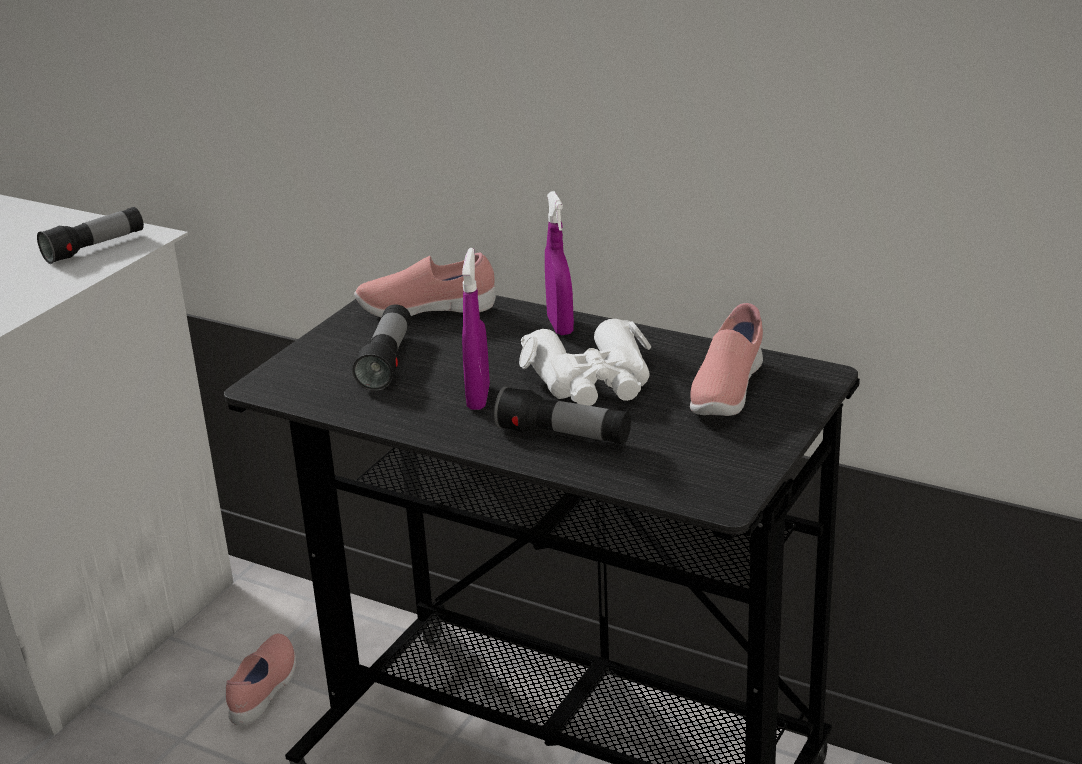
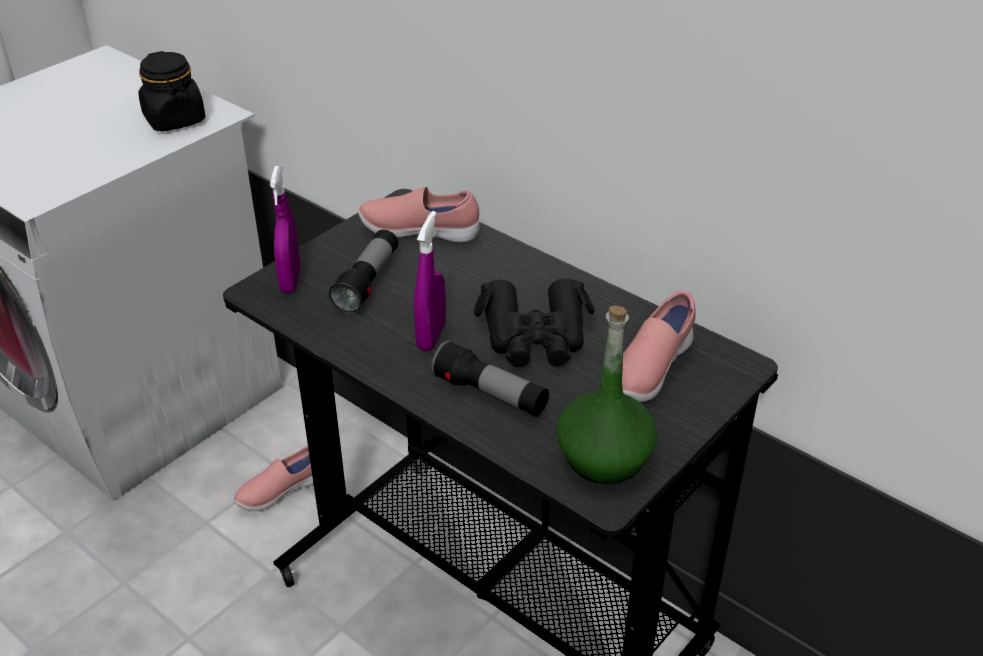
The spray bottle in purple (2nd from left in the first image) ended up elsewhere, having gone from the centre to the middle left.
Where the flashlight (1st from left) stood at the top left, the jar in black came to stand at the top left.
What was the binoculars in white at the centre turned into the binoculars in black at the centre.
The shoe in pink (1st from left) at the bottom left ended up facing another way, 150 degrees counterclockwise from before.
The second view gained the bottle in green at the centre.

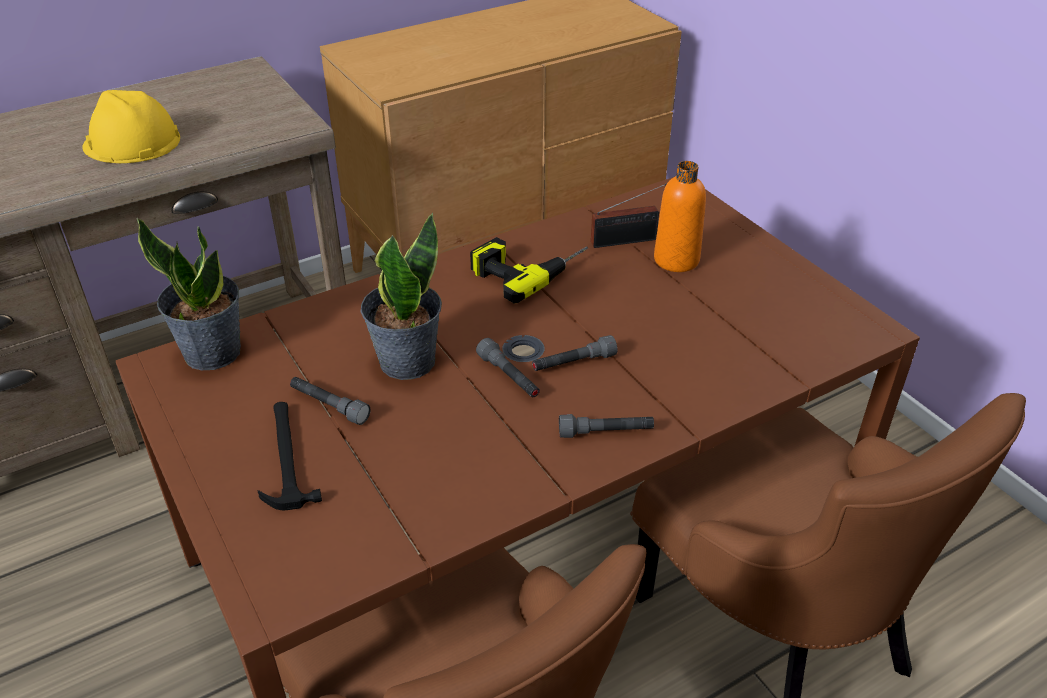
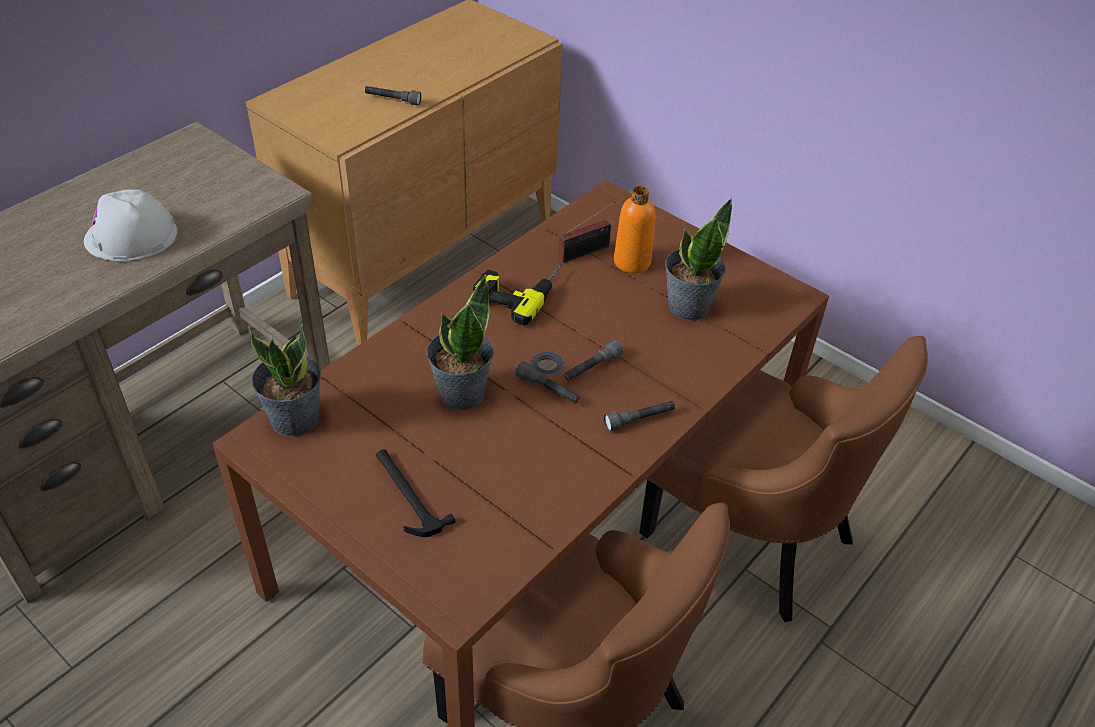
What was the hard hat in yellow at the top left turned into the hard hat in white at the top left.
The flashlight in grey (1st from left) ended up elsewhere, having gone from the middle left to the top centre.
The second view gained the potted plant (3rd from left) at the centre.

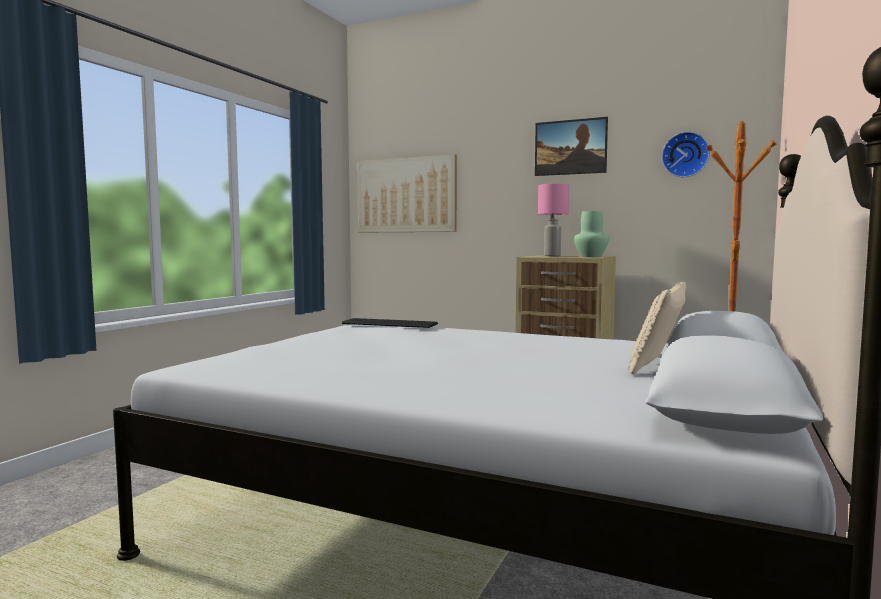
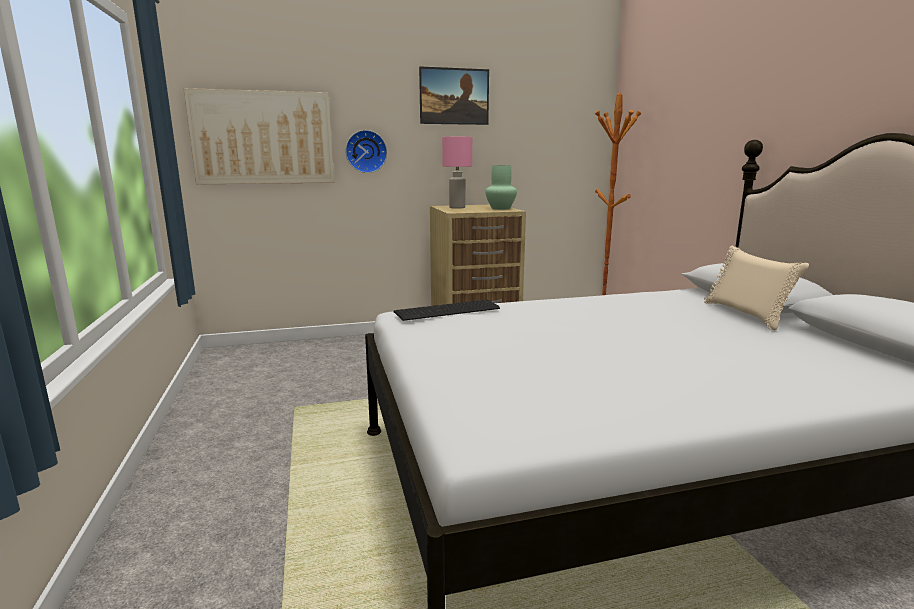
The wall clock ended up elsewhere, having gone from the top right to the top centre.

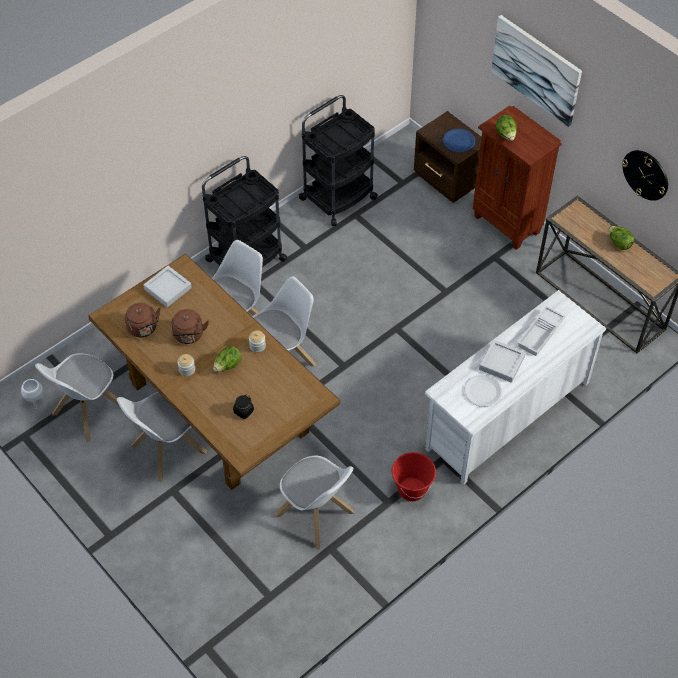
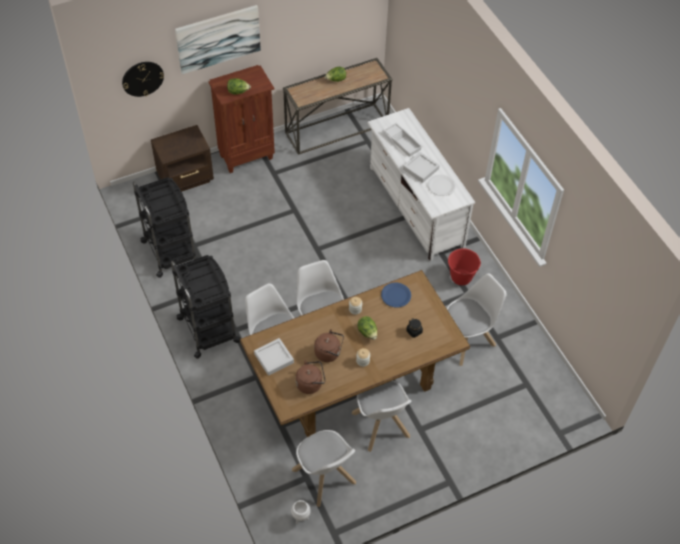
The plate in blue ended up elsewhere, having gone from the top right to the centre.
The wall clock ended up elsewhere, having gone from the top right to the top left.

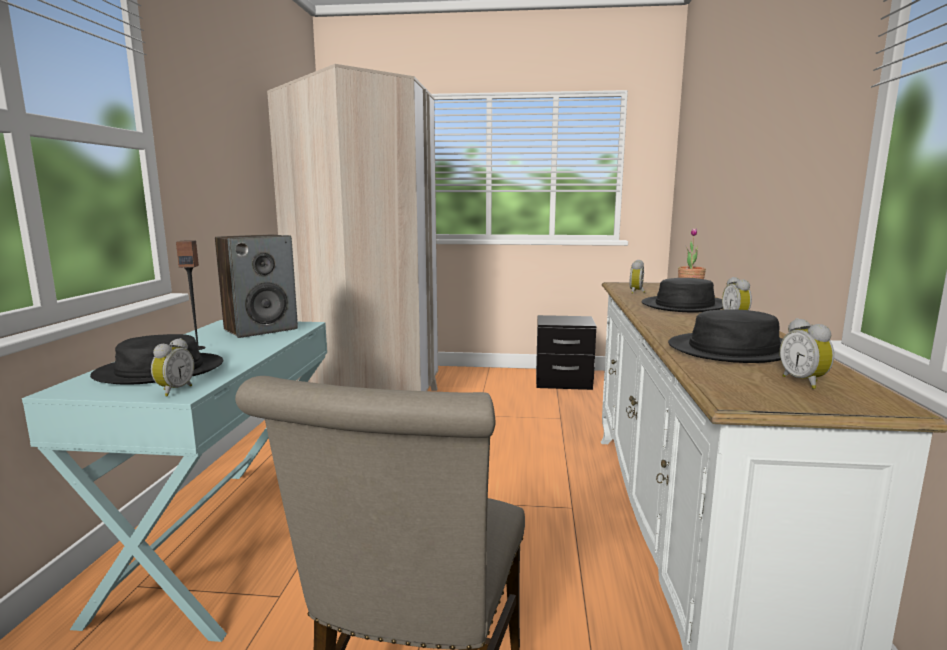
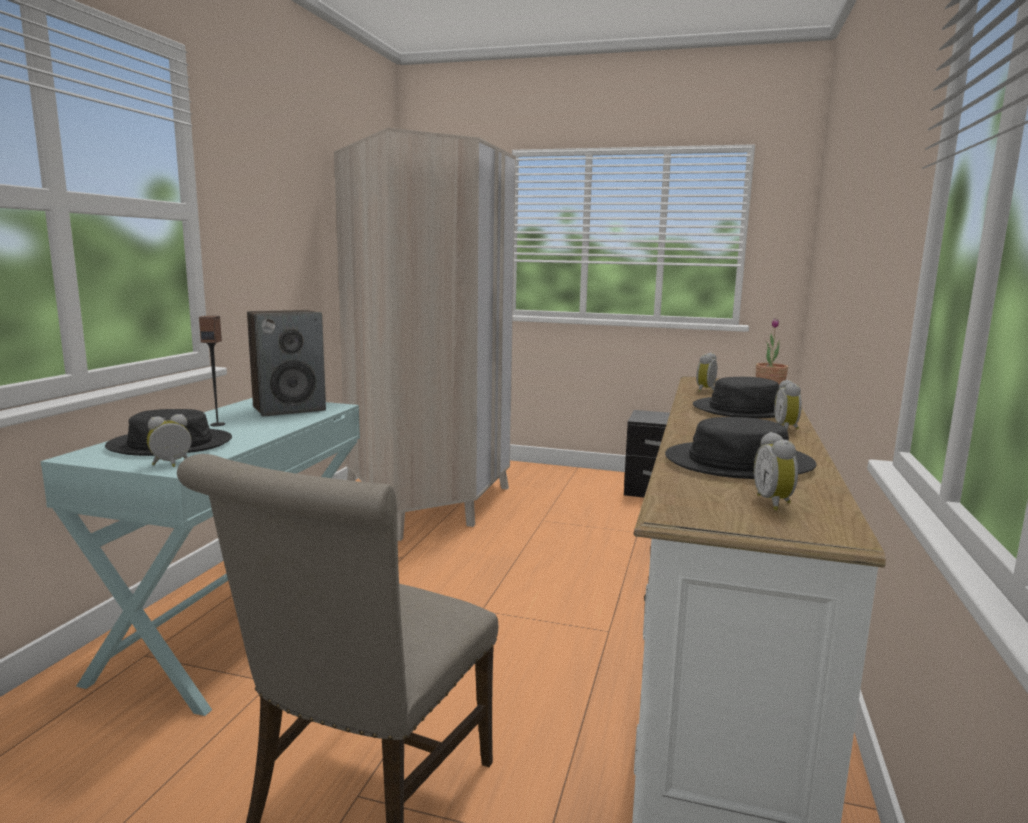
The alarm clock (1st from left) at the middle left ended up facing another way, 150 degrees counterclockwise from before.

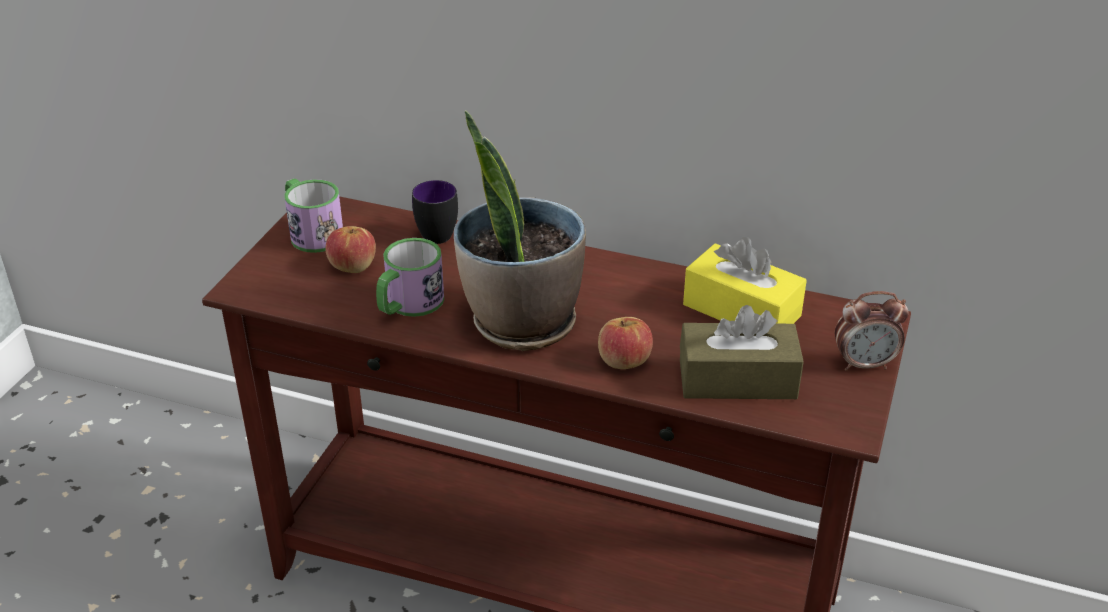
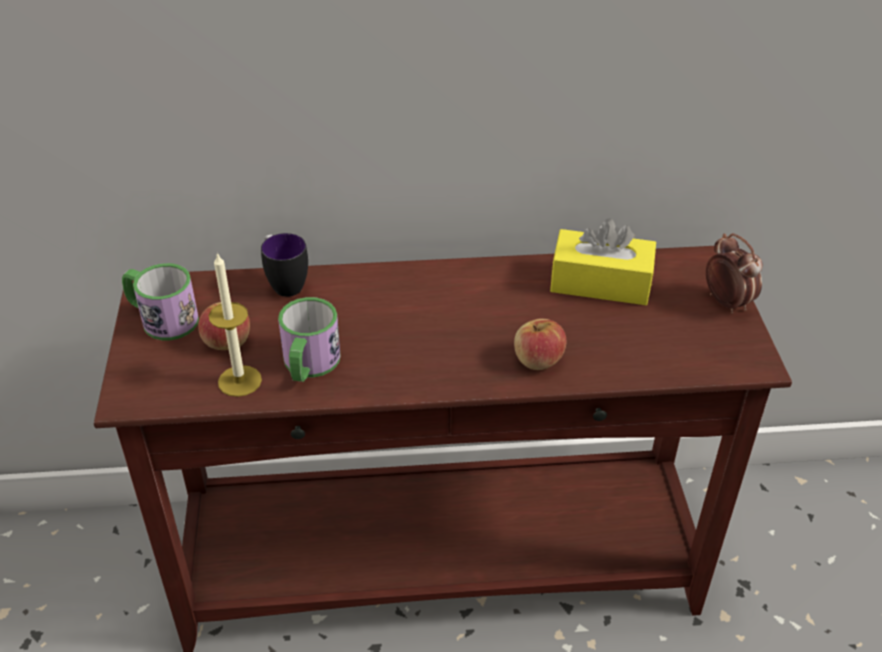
The second view lost the potted plant at the centre.
The alarm clock at the middle right ended up facing another way, 90 degrees counterclockwise from before.
The second view lost the tissue box in brown at the middle right.
The second view gained the candle at the middle left.

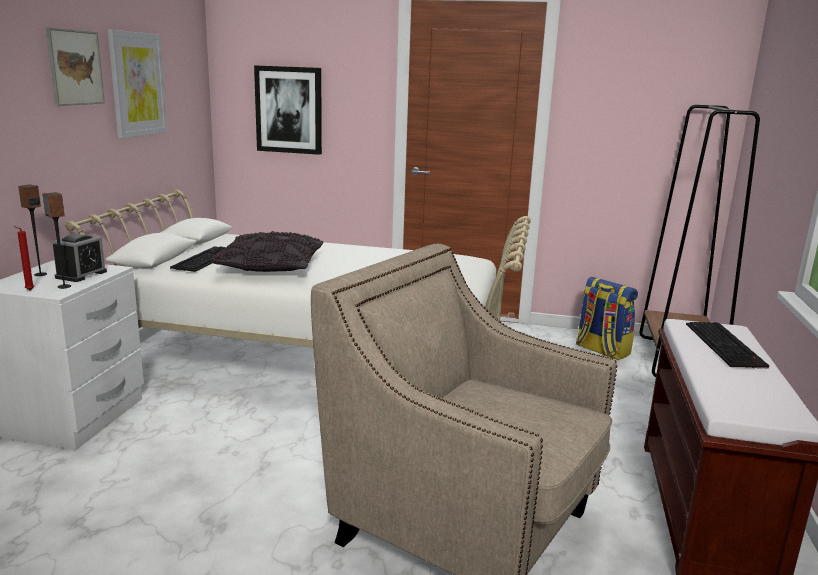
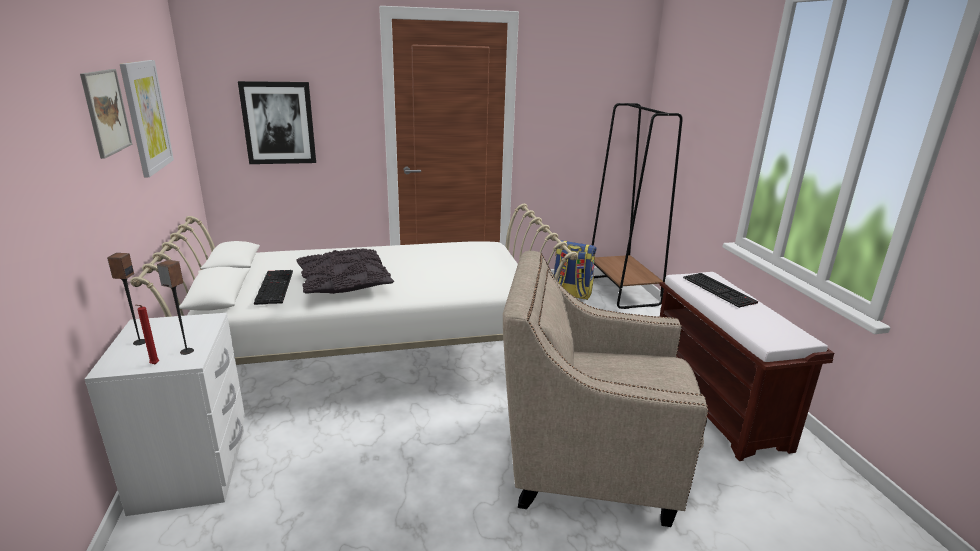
The second view lost the alarm clock at the middle left.

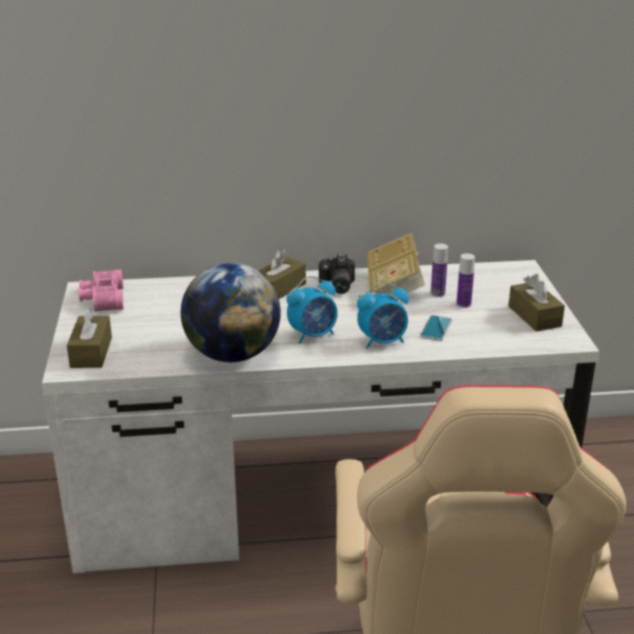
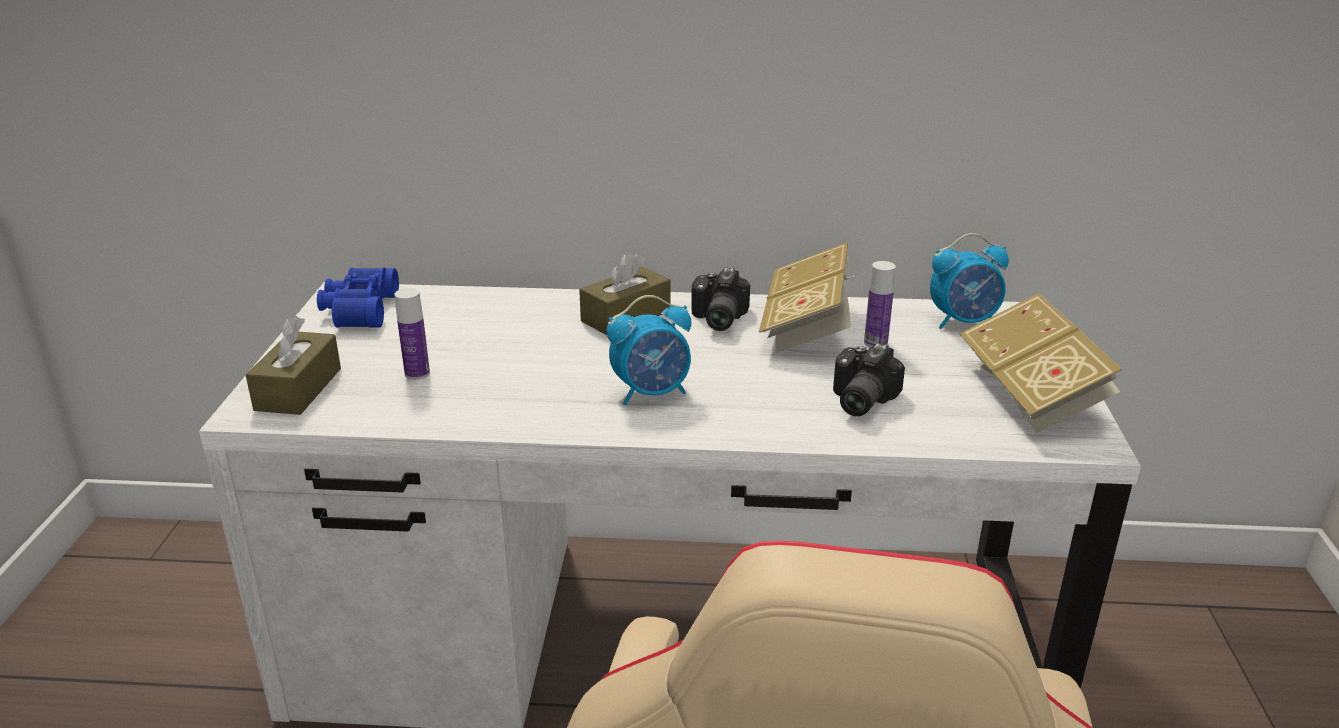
The bottle (2nd from left in the first image) ended up elsewhere, having gone from the middle right to the middle left.
The second view lost the globe at the centre.
What was the binoculars in pink at the middle left turned into the binoculars in blue at the middle left.
Where the tissue box in brown (3rd from left) stood at the middle right, the book (2nd from left) came to stand at the middle right.
The alarm clock (2nd from left) ended up elsewhere, having gone from the centre to the middle right.
Where the phone stood at the middle right, the photo camera (2nd from left) came to stand at the centre.

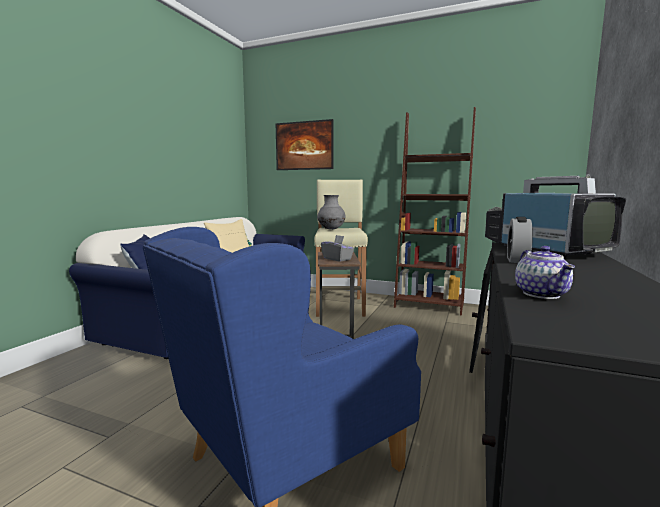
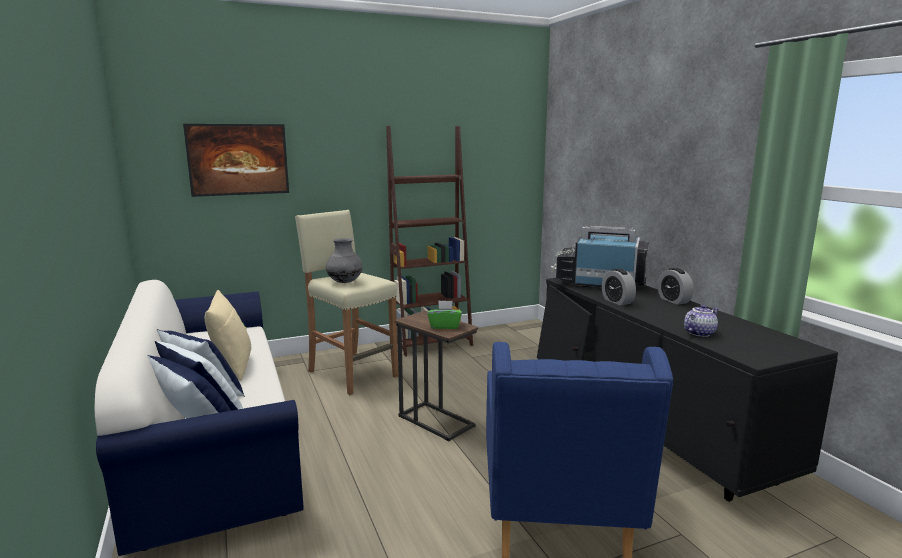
What was the tissue box in grey at the centre turned into the tissue box in green at the centre.
The teapot at the middle right ended up facing another way, 75 degrees counterclockwise from before.
The second view gained the alarm clock (2nd from left) at the middle right.

